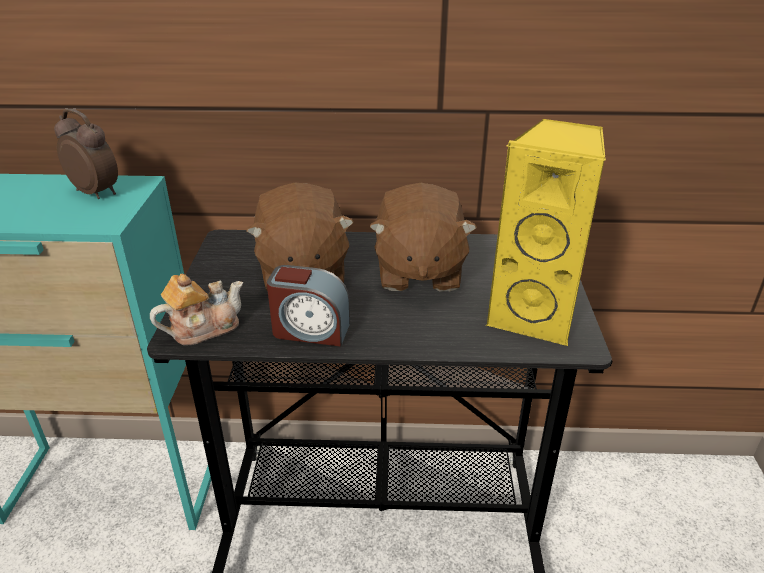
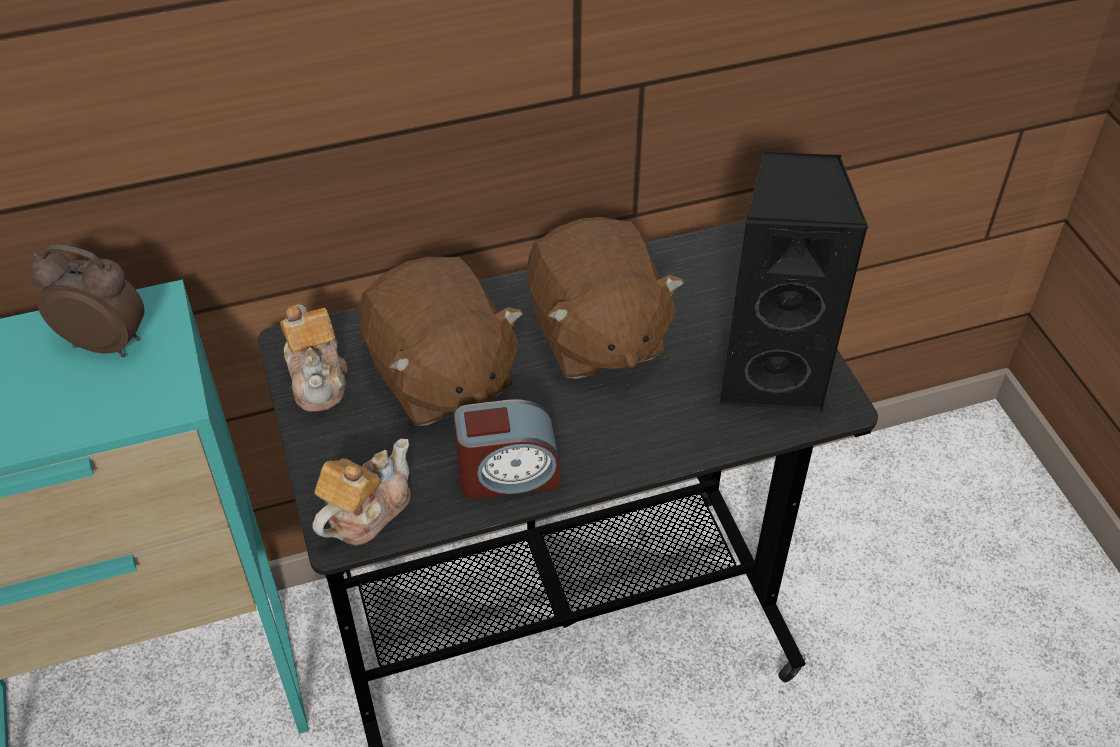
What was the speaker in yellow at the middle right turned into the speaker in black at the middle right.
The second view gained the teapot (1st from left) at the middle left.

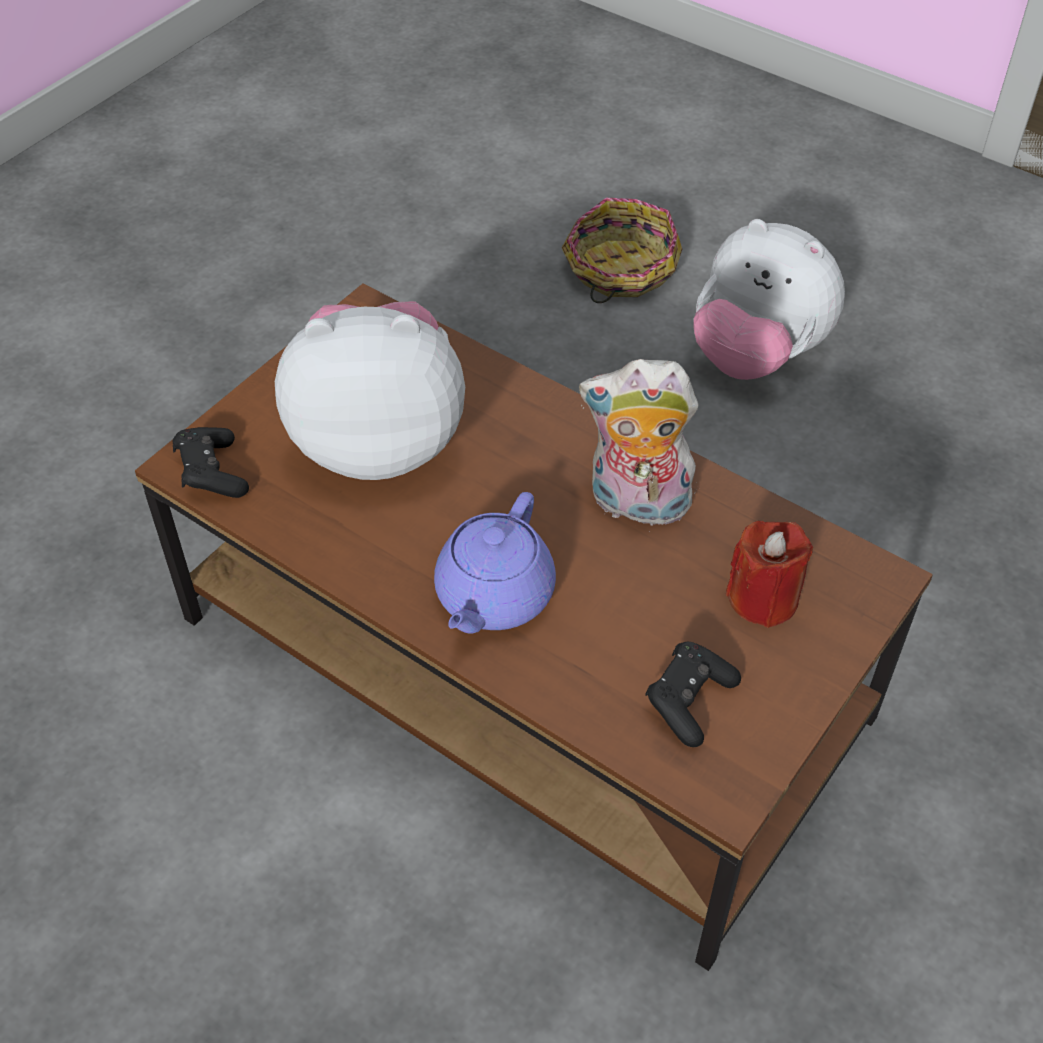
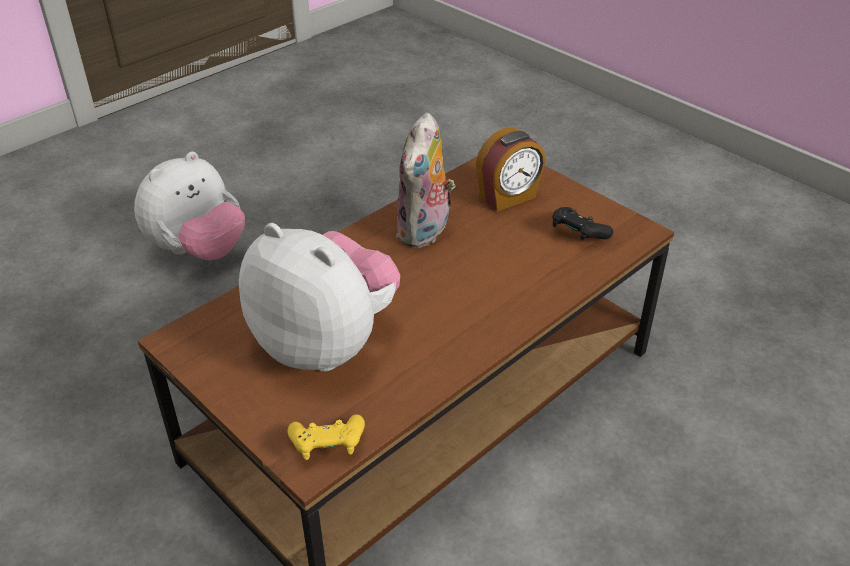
The second view lost the basket at the top centre.
The plush toy (1st from left in the first image) at the centre ended up facing another way, 120 degrees clockwise from before.
What was the game controller in black (1st from left) at the middle left turned into the game controller in yellow at the bottom centre.
The second view lost the teapot in purple at the centre.
Where the candle in red stood at the middle right, the alarm clock came to stand at the top centre.

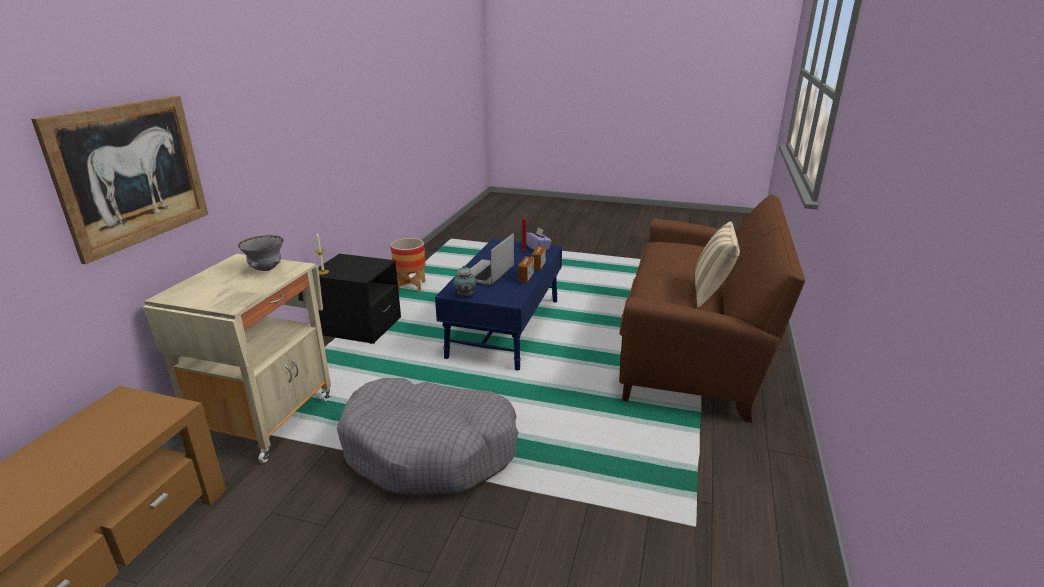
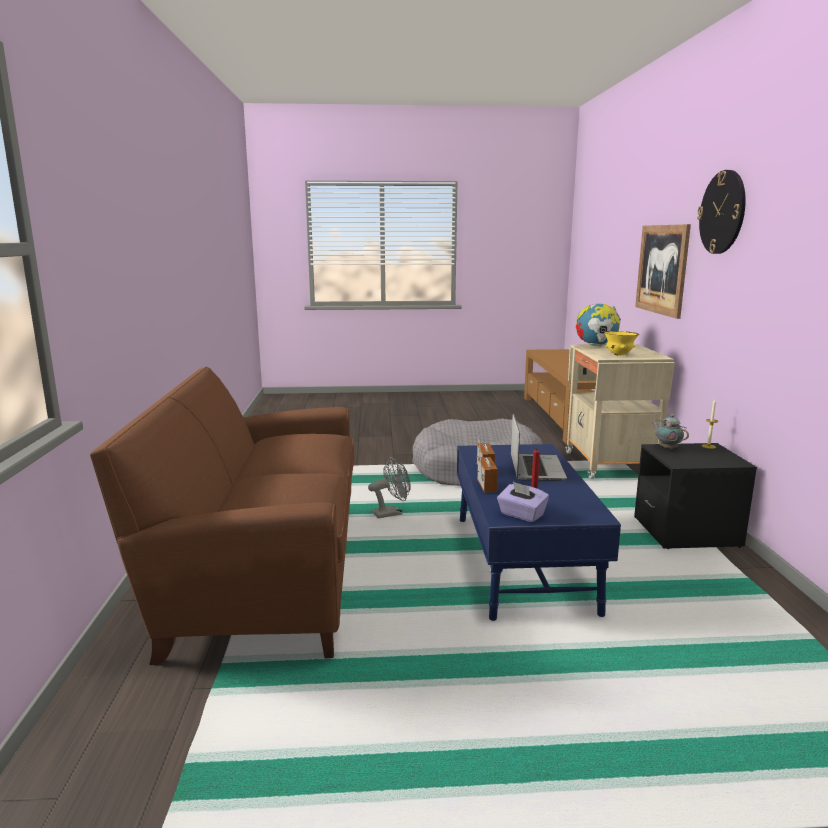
The second view lost the pillow in beige at the middle right.
What was the bowl in grey at the middle left turned into the bowl in yellow at the middle right.
The second view lost the planter at the centre.
The teapot ended up elsewhere, having gone from the centre to the middle right.
The second view gained the wall clock at the top right.
The second view gained the globe at the middle right.
The second view gained the fan in grey at the centre.

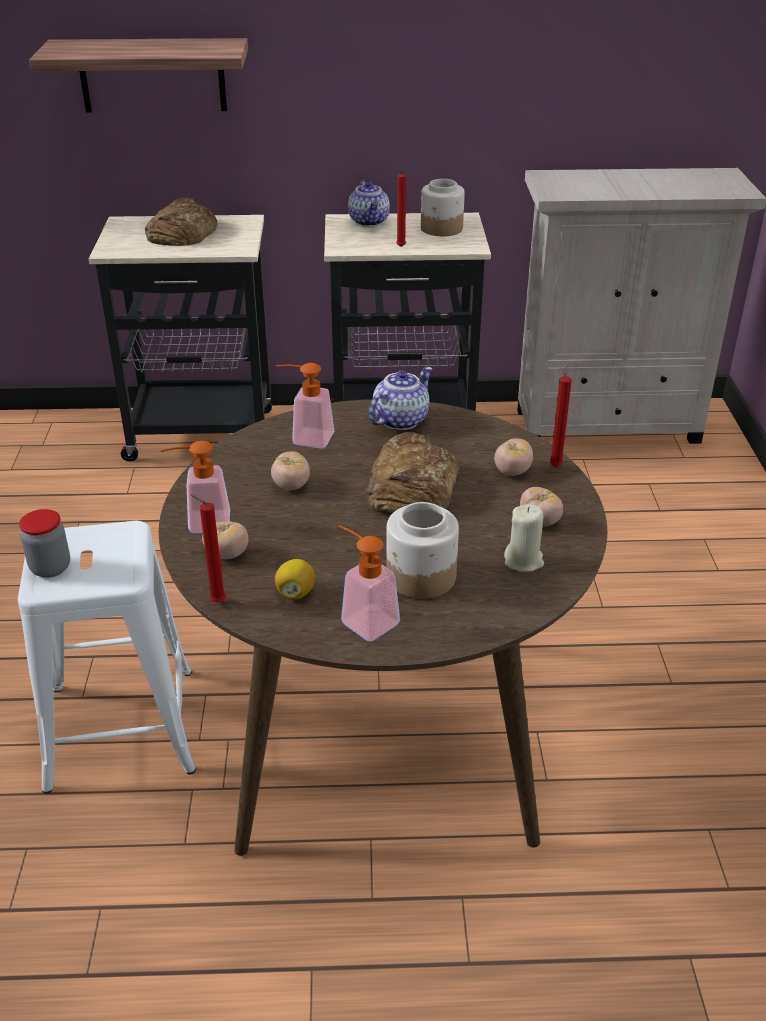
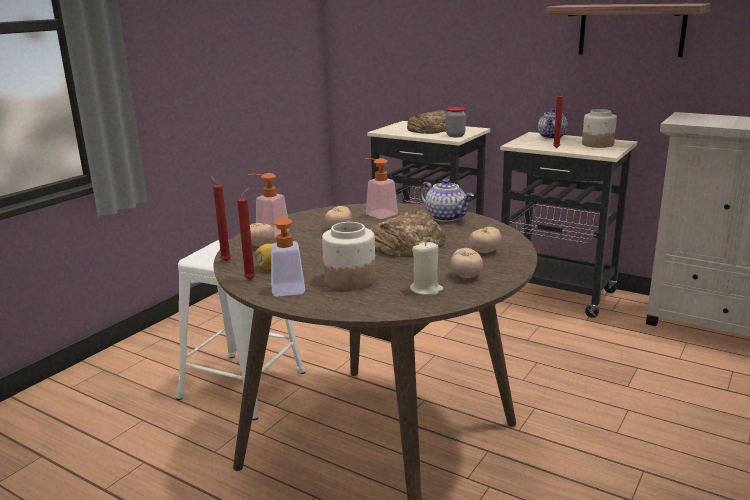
The shelf ended up elsewhere, having gone from the top left to the top right.
The candle in red (3rd from left in the first image) ended up elsewhere, having gone from the middle right to the middle left.
The teapot (2nd from left in the first image) at the centre ended up facing another way, 60 degrees clockwise from before.
The jar (1st from left in the first image) ended up elsewhere, having gone from the middle left to the top centre.

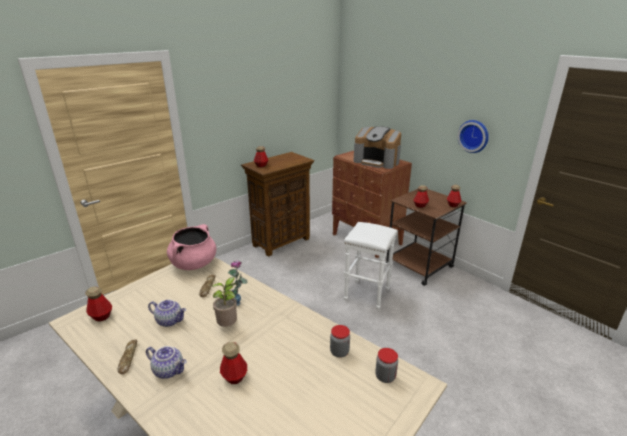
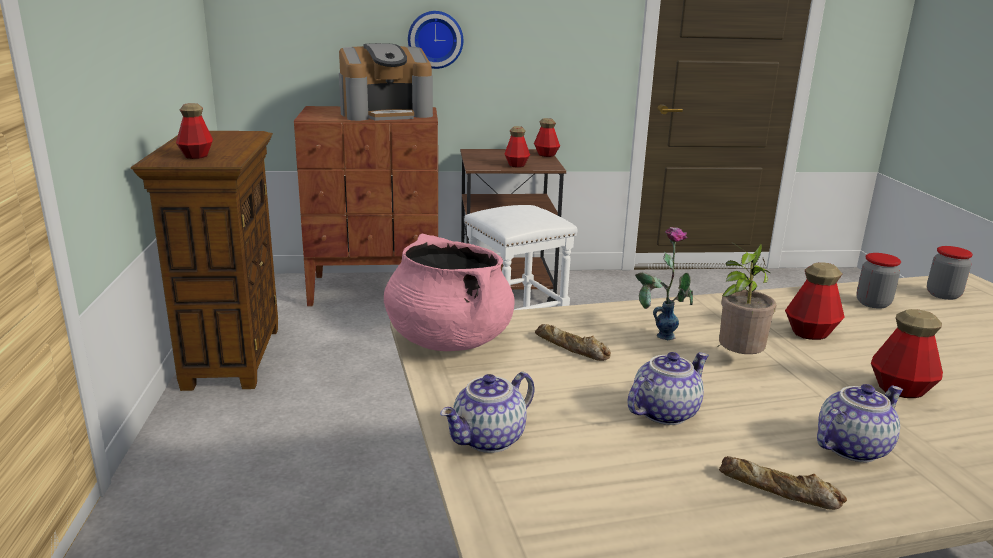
The wall clock ended up elsewhere, having gone from the top right to the top centre.
The bottle (1st from left in the first image) ended up elsewhere, having gone from the bottom left to the middle right.
The second view gained the teapot (1st from left) at the bottom centre.

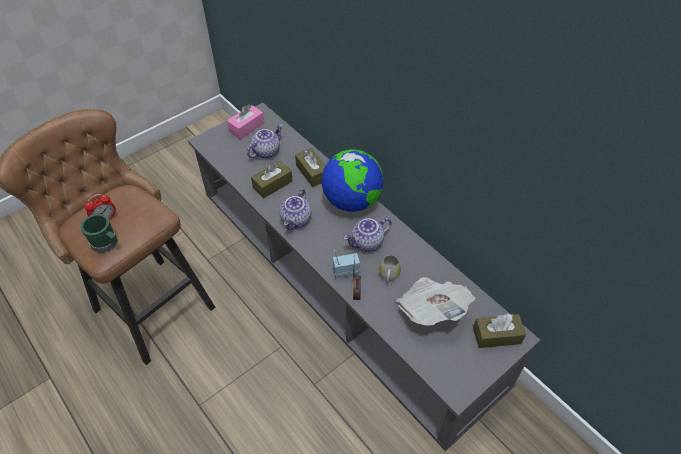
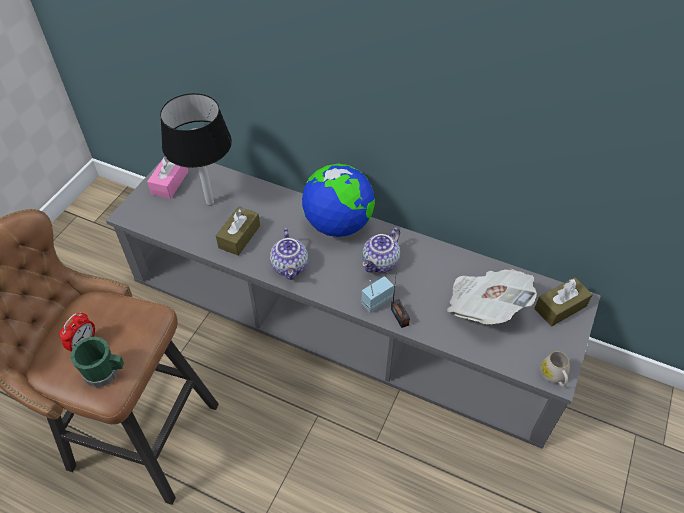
Where the teapot (1st from left) stood at the top centre, the table lamp in black came to stand at the top left.
The second view lost the tissue box in brown (2nd from left) at the centre.
The mug in white ended up elsewhere, having gone from the centre to the bottom right.

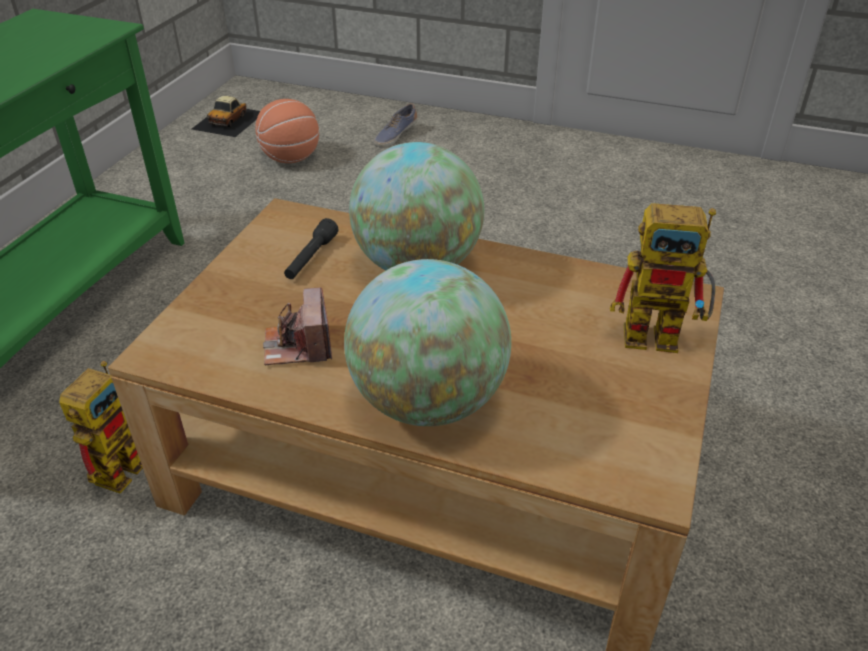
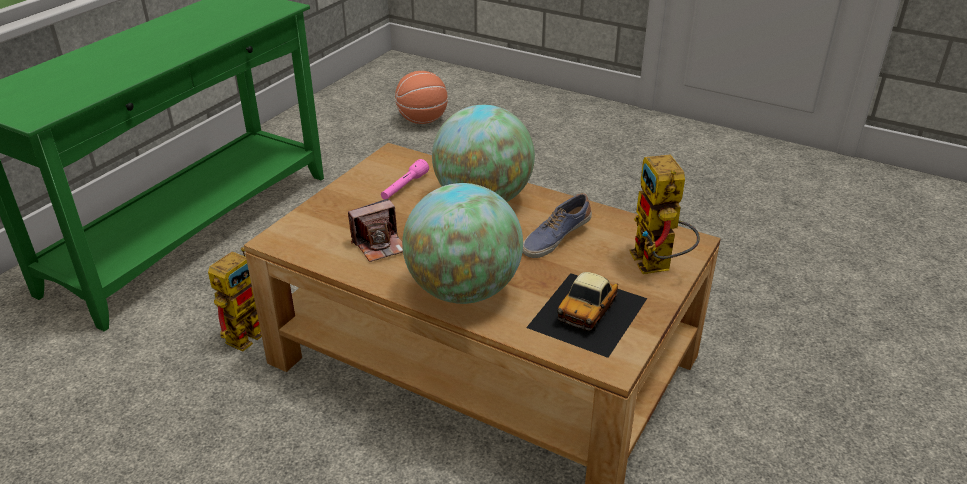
The toy car ended up elsewhere, having gone from the top left to the centre.
The shoe ended up elsewhere, having gone from the top centre to the centre.
The toy robot (2nd from left) at the middle right ended up facing another way, 60 degrees clockwise from before.
What was the flashlight in black at the centre turned into the flashlight in pink at the centre.
The photo camera at the centre ended up facing another way, 120 degrees counterclockwise from before.

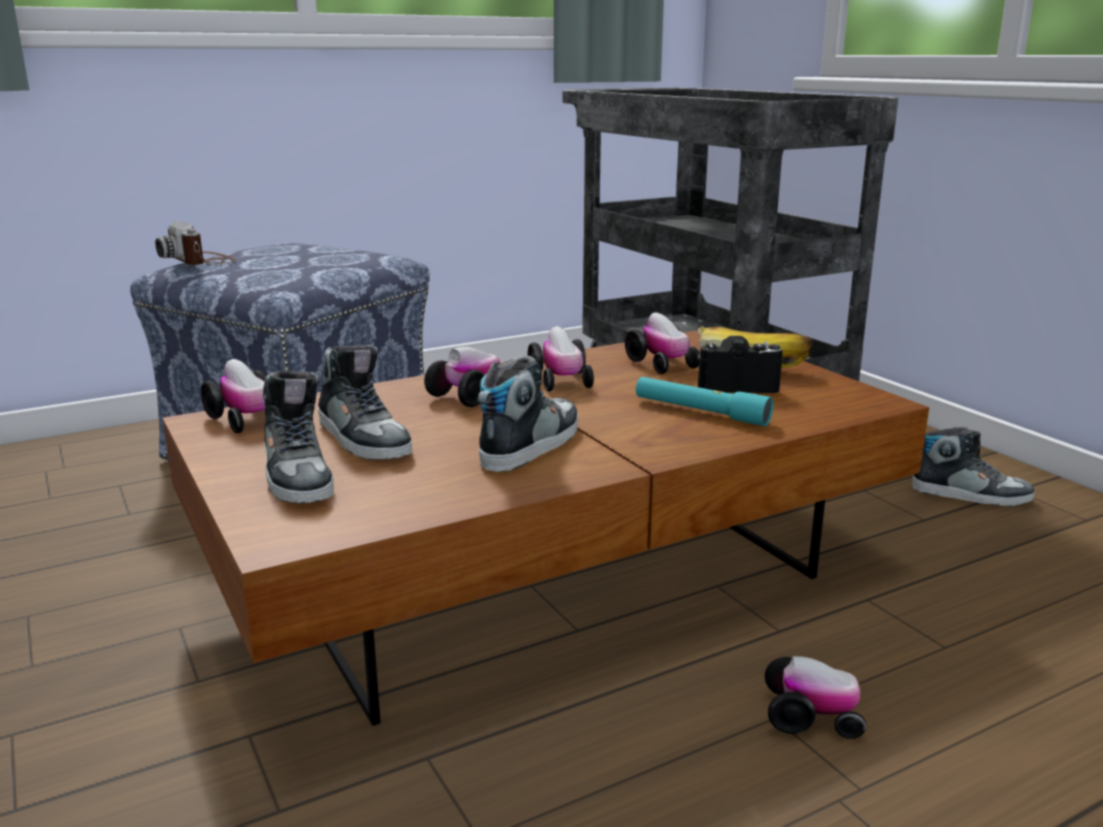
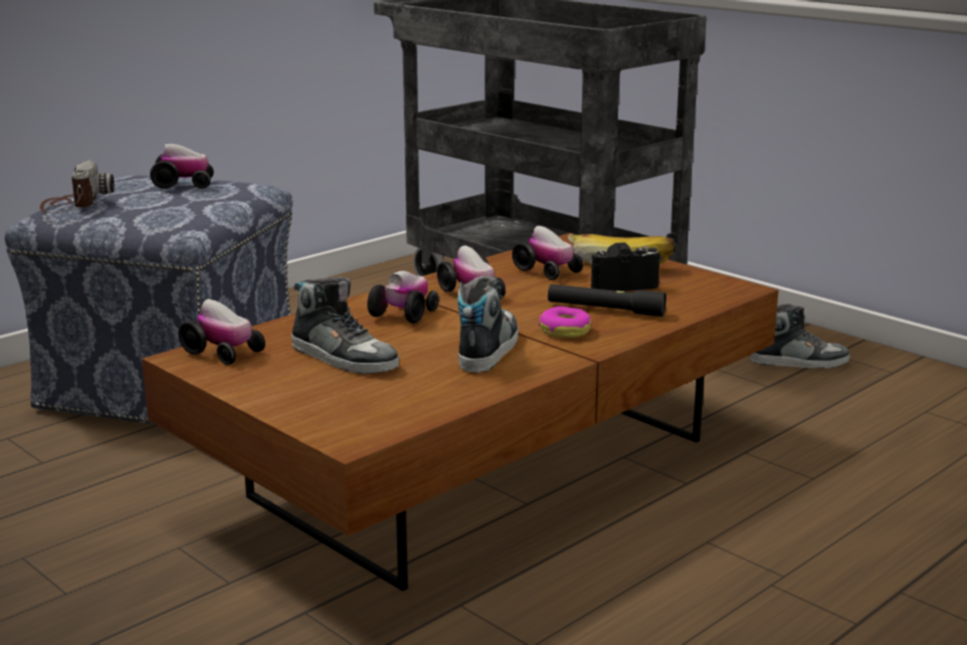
The photo camera (1st from left) at the top left ended up facing another way, 135 degrees counterclockwise from before.
The second view lost the shoe (1st from left) at the middle left.
What was the flashlight in turquoise at the centre turned into the flashlight in black at the centre.
The toy car (5th from left in the first image) ended up elsewhere, having gone from the bottom right to the top left.
The second view gained the donut at the centre.

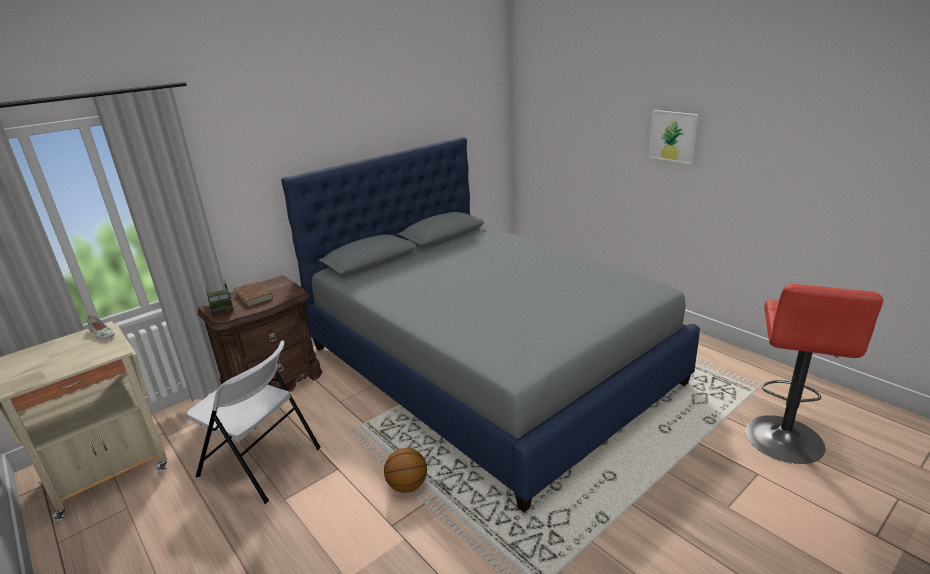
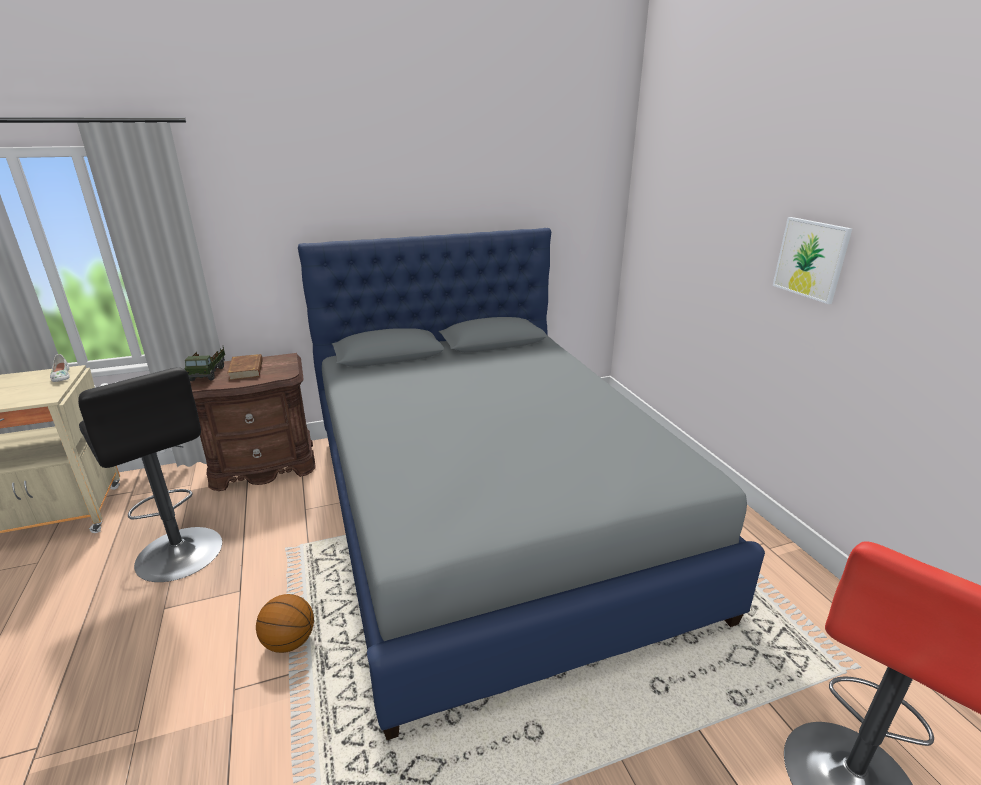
Where the chair in white stood at the bottom left, the stool in black came to stand at the middle left.

